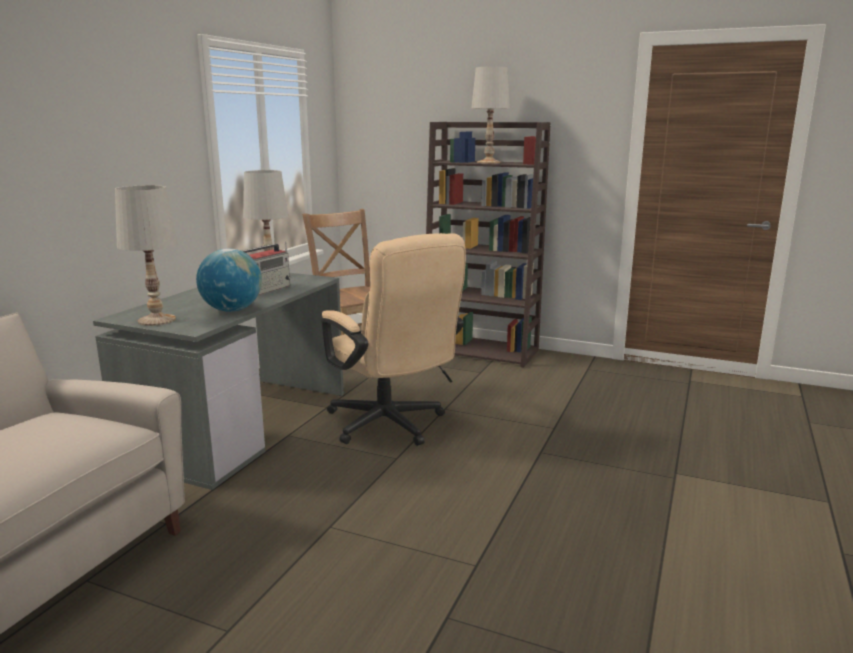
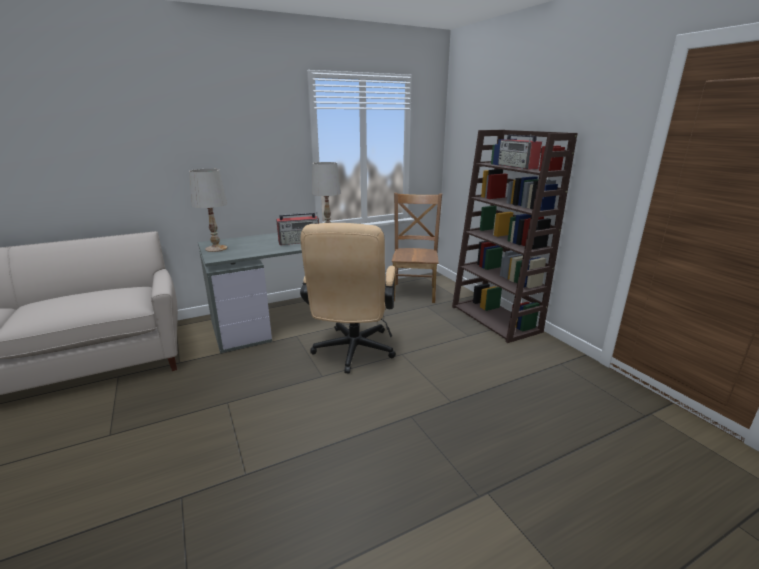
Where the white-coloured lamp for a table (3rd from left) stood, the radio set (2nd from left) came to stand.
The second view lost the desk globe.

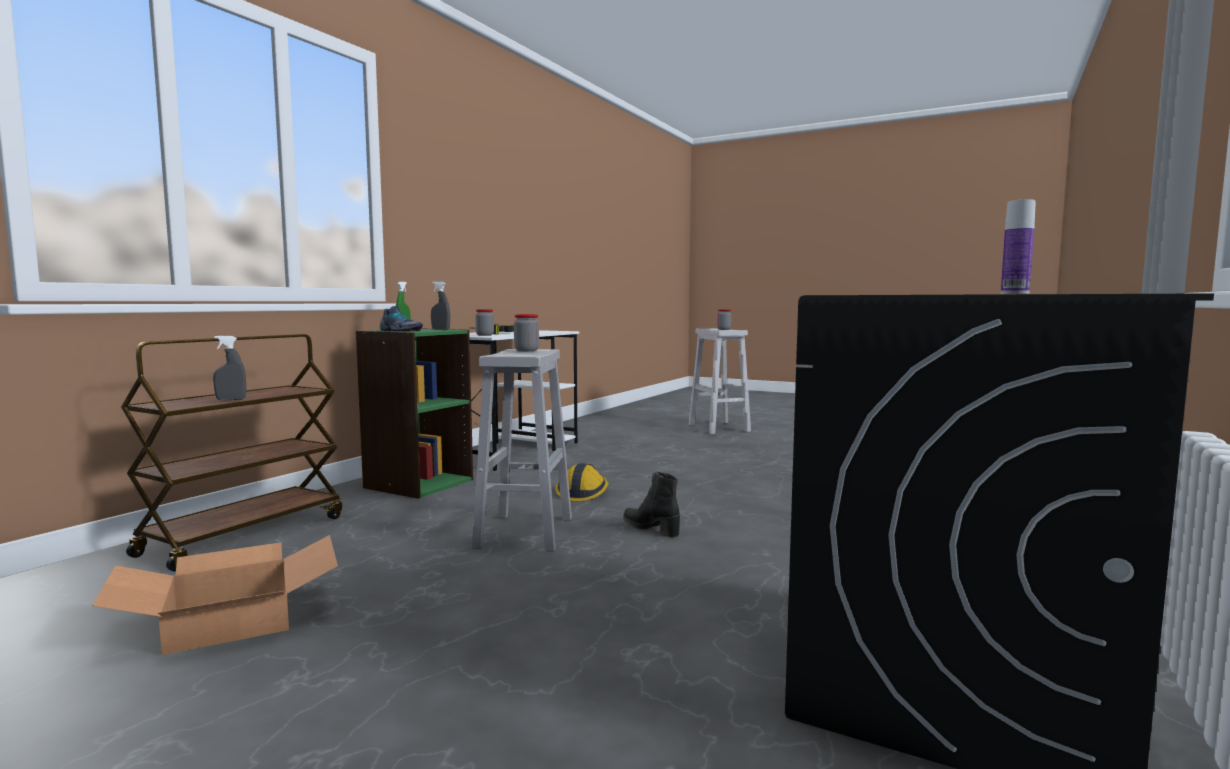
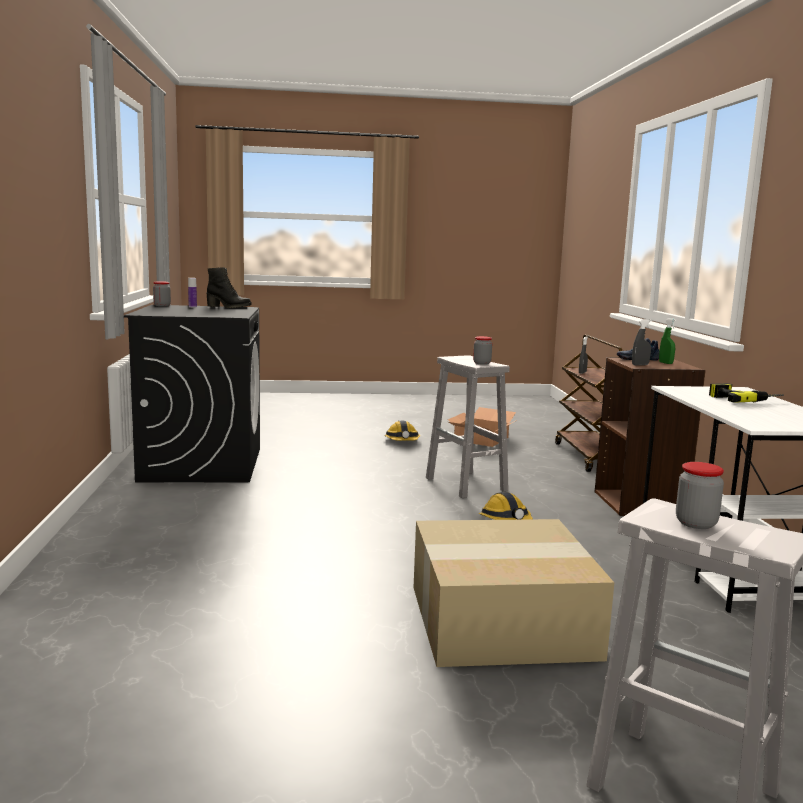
The preserve jar (1st from left) ended up elsewhere.
The black-coloured high-top boot ended up elsewhere.
The second view gained the safety helmet (1st from left).
The second view gained the packing box (2nd from left).
What was the greenish bookcase turned into the brownish bookcase.

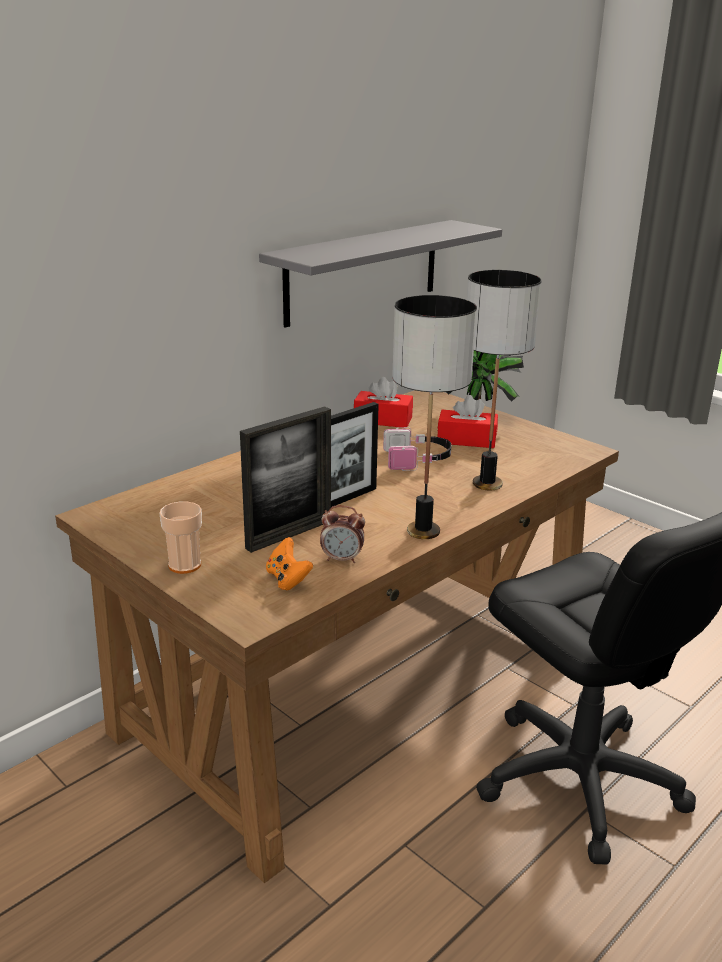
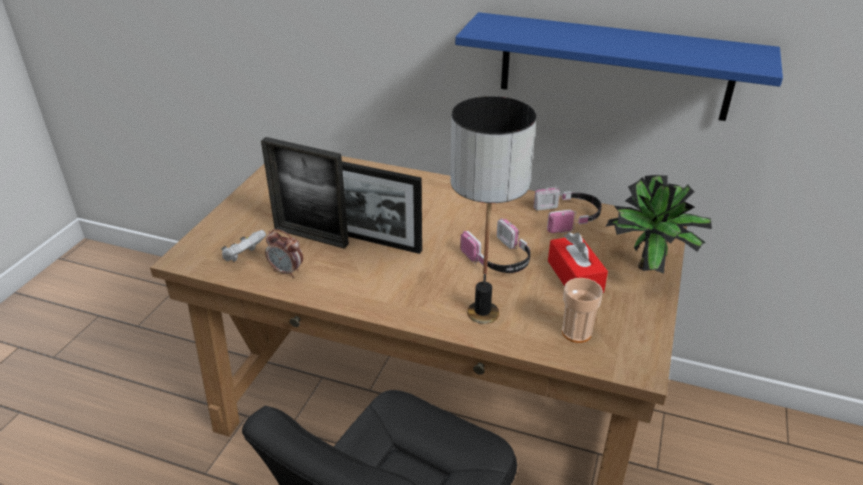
What was the orangey gamepad turned into the white-coloured gamepad.
The table clock ended up facing another way, 45 degrees counterclockwise from before.
What was the gray bracket shelf turned into the bluish bracket shelf.
Where the red-coloured tissue box (1st from left) stood, the pair of headphones (2nd from left) came to stand.
The drinking cup ended up elsewhere.
The second view lost the lamp for a table (1st from left).

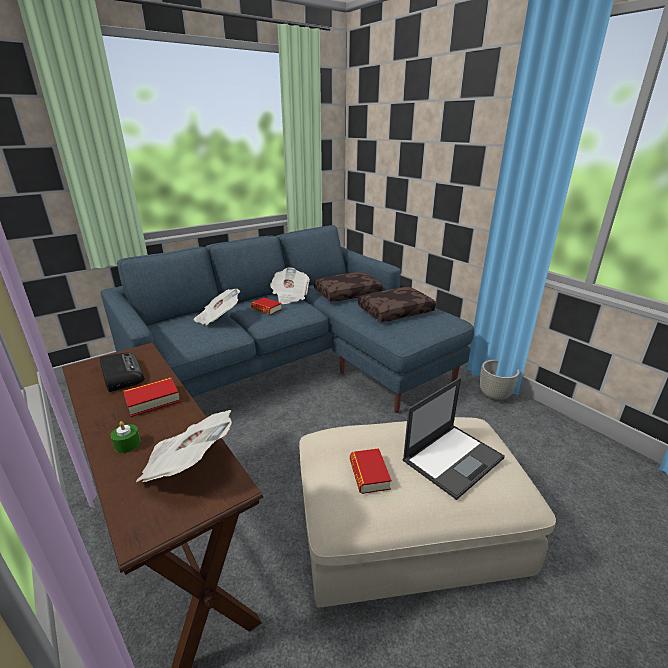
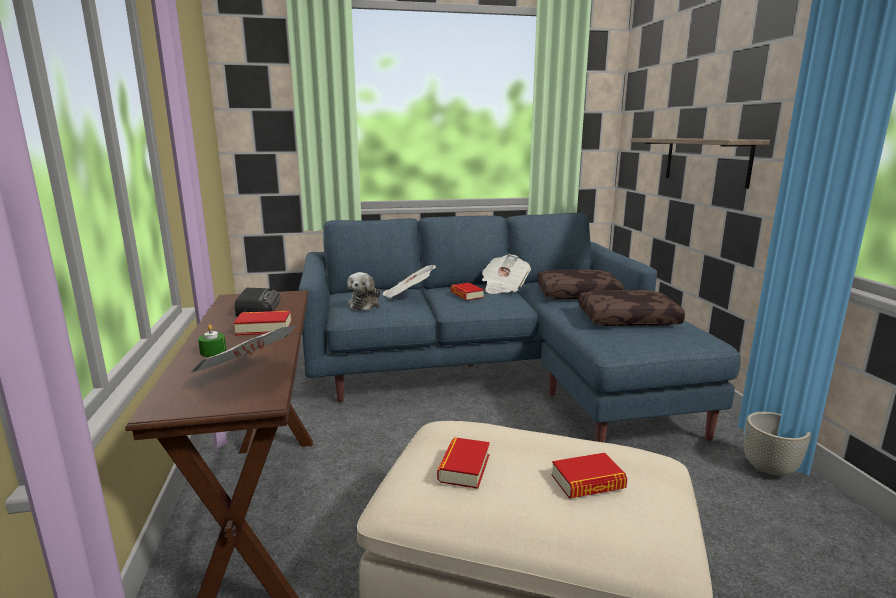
The second view gained the soft toy.
Where the portable computer stood, the book (4th from left) came to stand.
The second view gained the bracket shelf.

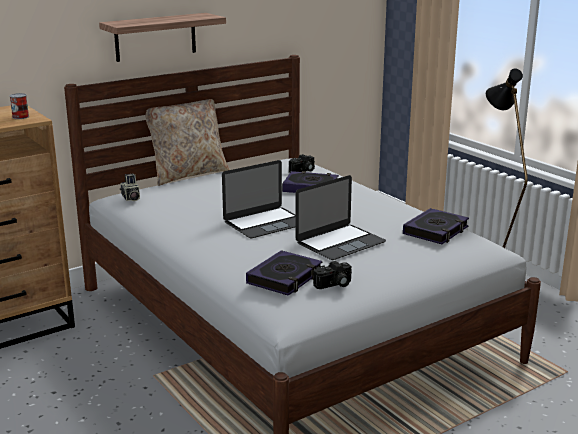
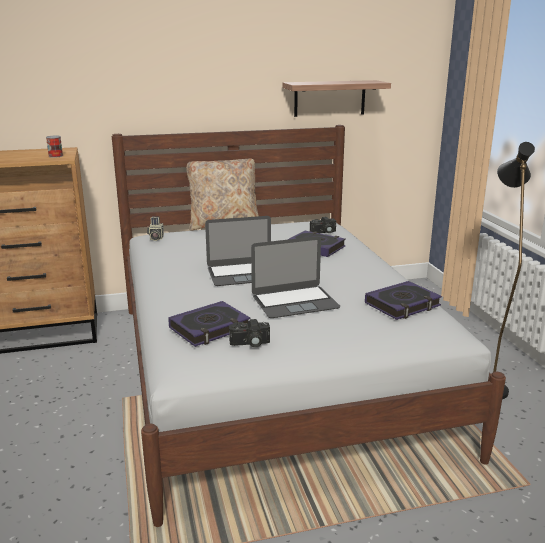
The bracket shelf ended up elsewhere.

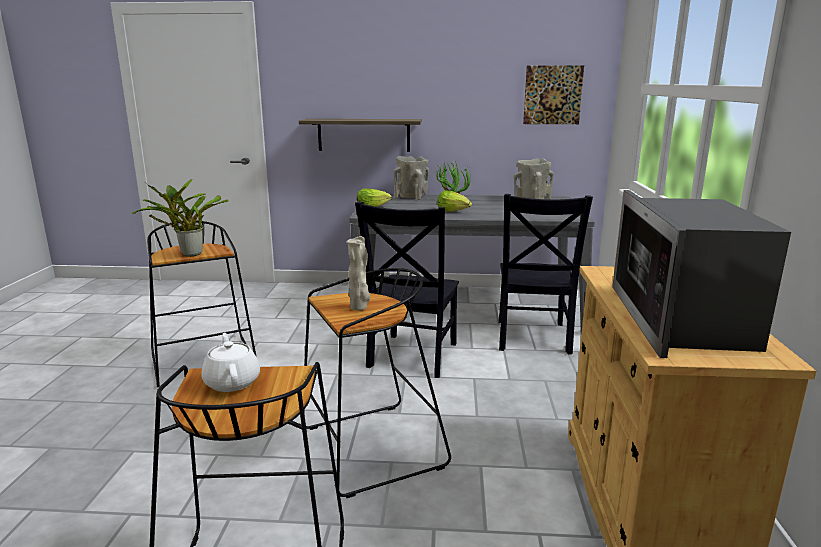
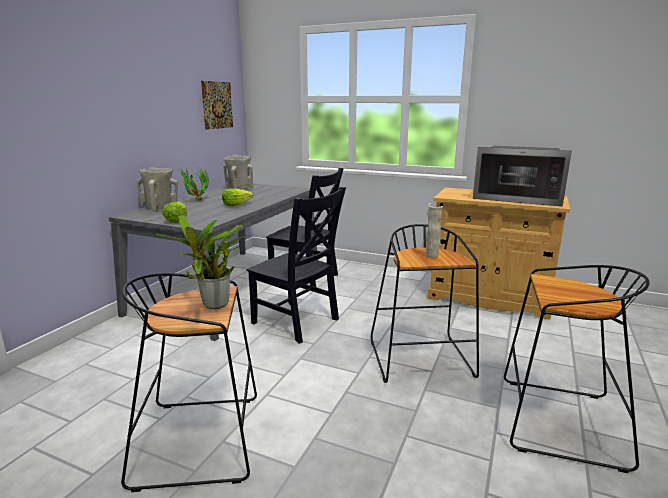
The second view lost the white-coloured teapot.
The second view lost the bracket shelf.

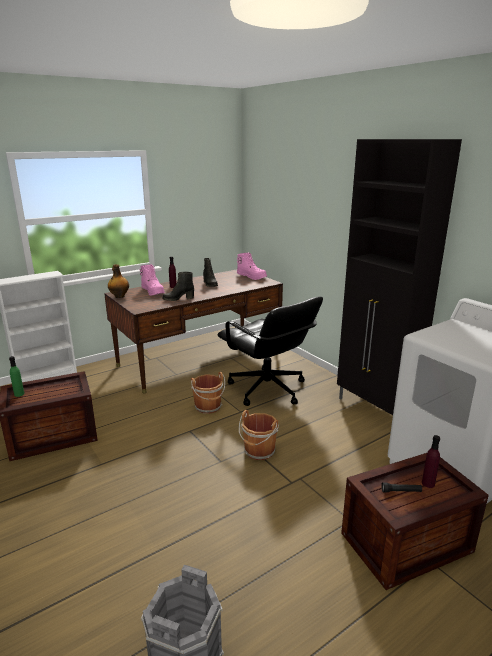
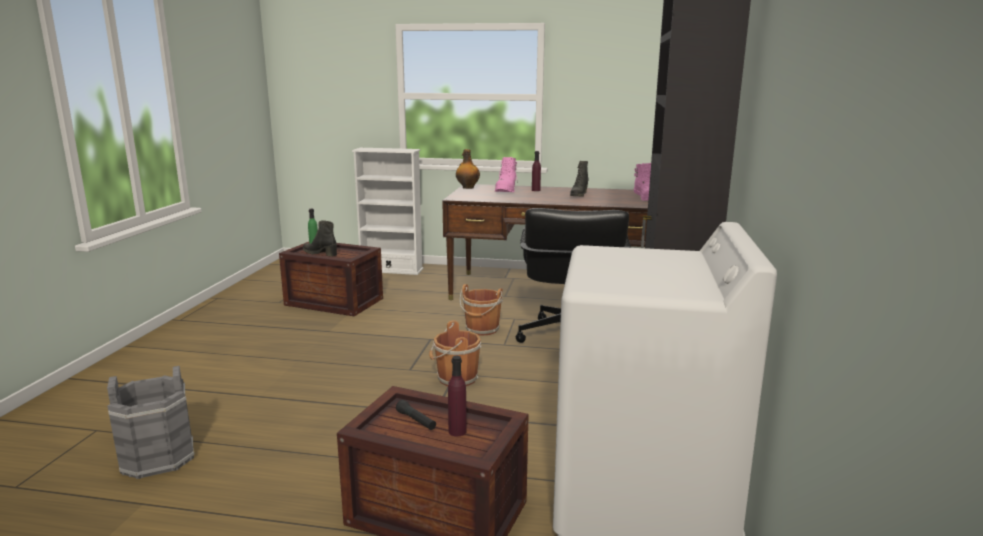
The black-coloured high-top boot (1st from left) ended up elsewhere.

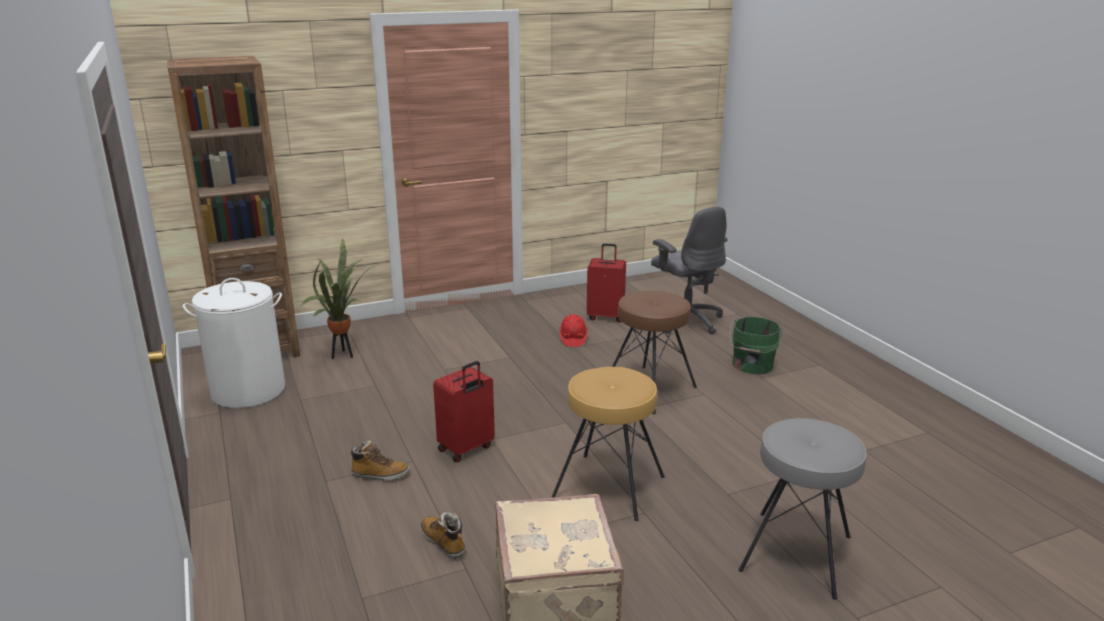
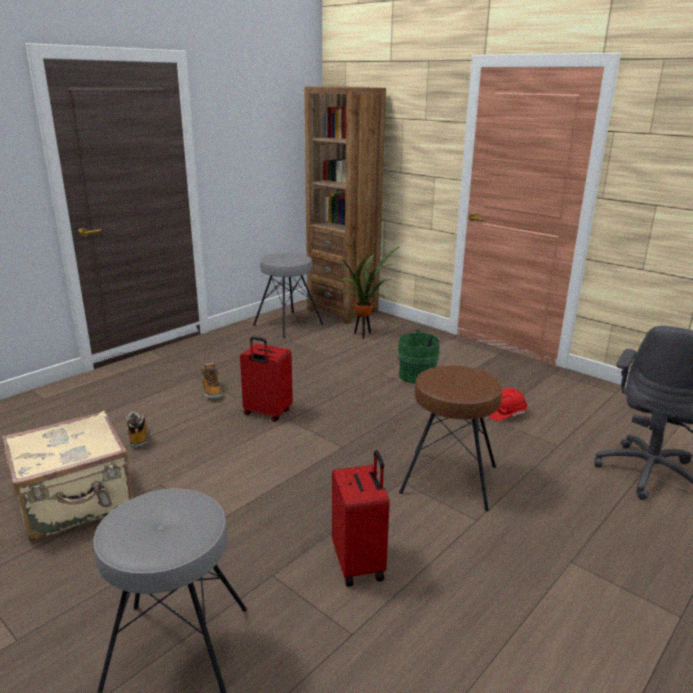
The high-top boot (2nd from left in the first image) ended up facing another way, 45 degrees counterclockwise from before.
Where the white-coloured washing basket stood, the gray stool (2nd from left) came to stand.
The red-coloured travel case (2nd from left) ended up elsewhere.
The greenish water bucket ended up elsewhere.
The second view lost the brownish stool (1st from left).

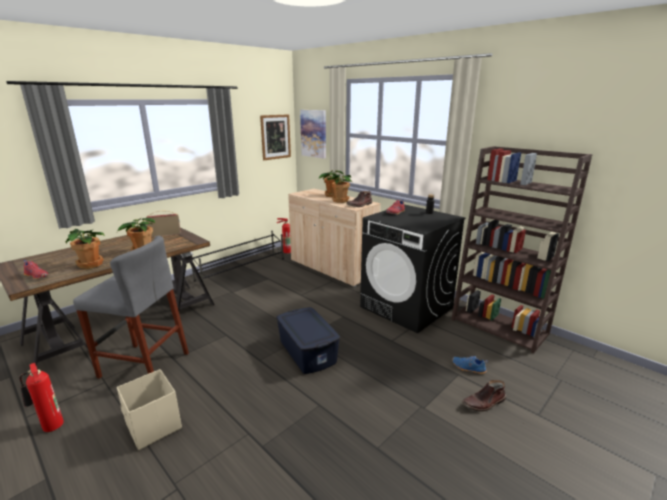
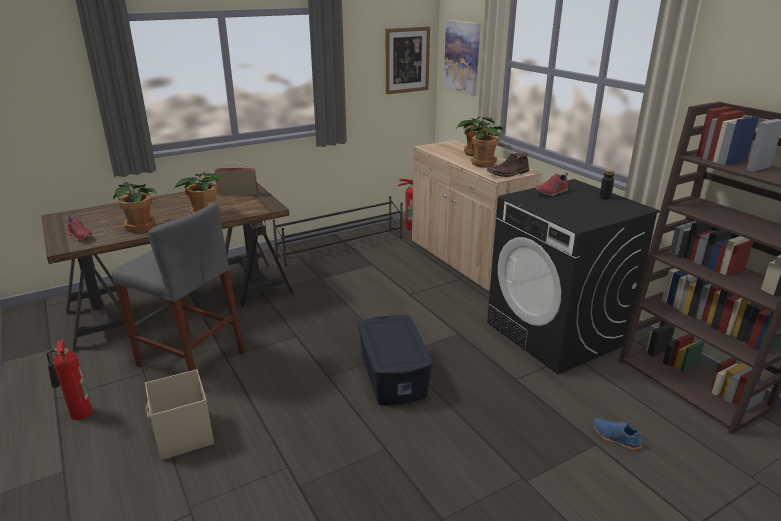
The second view lost the brownish high-top boot (2nd from left).

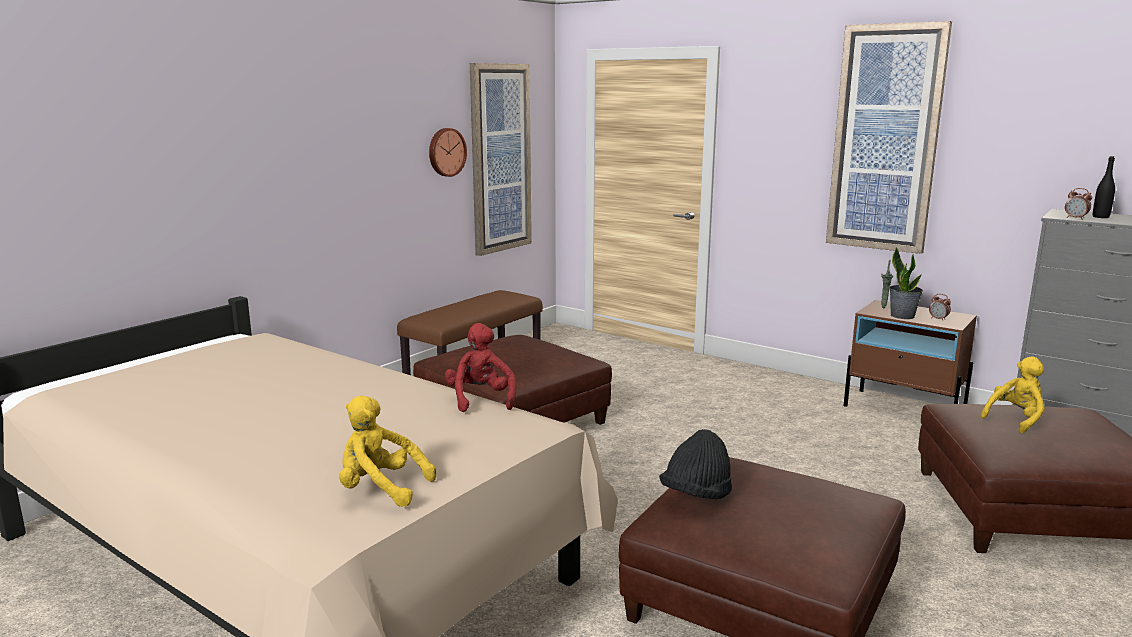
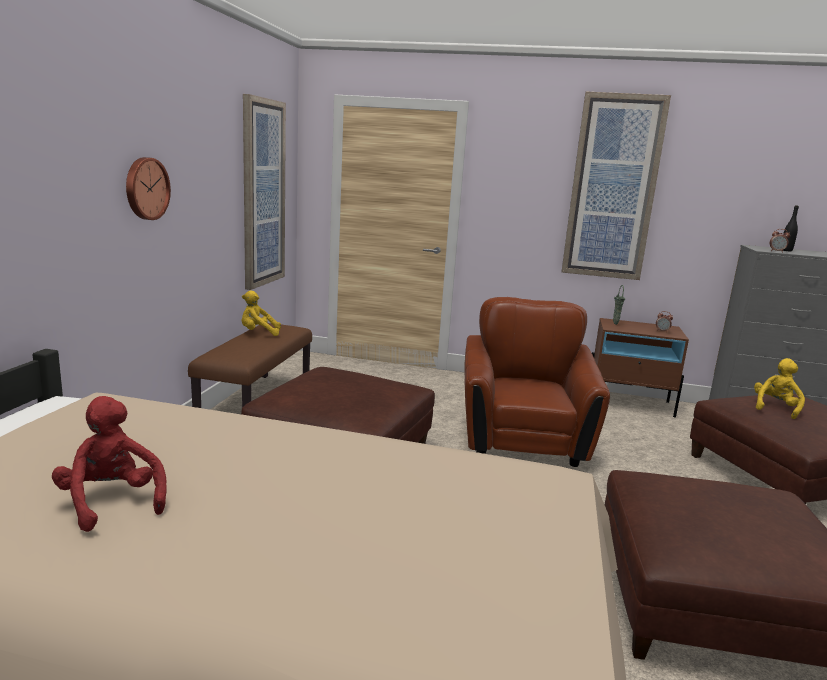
The red-coloured soft toy ended up elsewhere.
The wall clock ended up elsewhere.
The yellow soft toy (1st from left) ended up elsewhere.
The second view gained the brownish easy chair.
The second view lost the black-coloured hat.
The second view lost the houseplant.

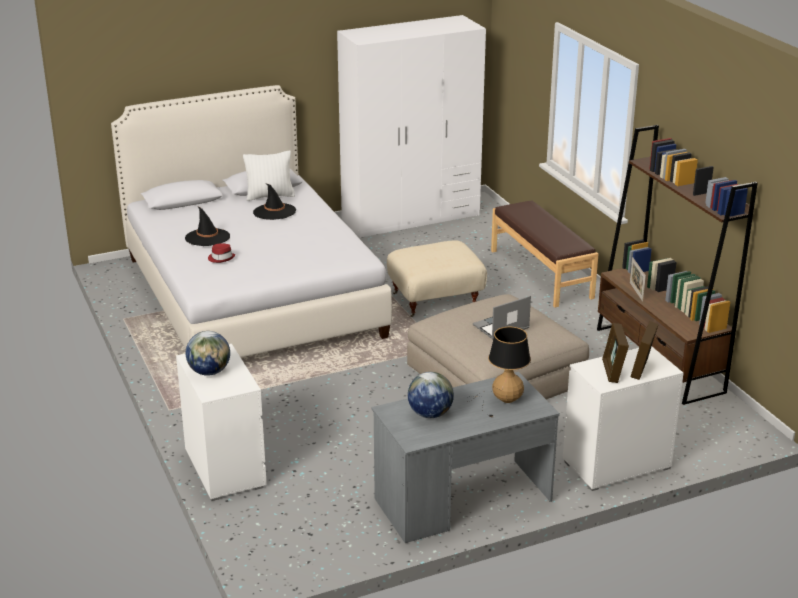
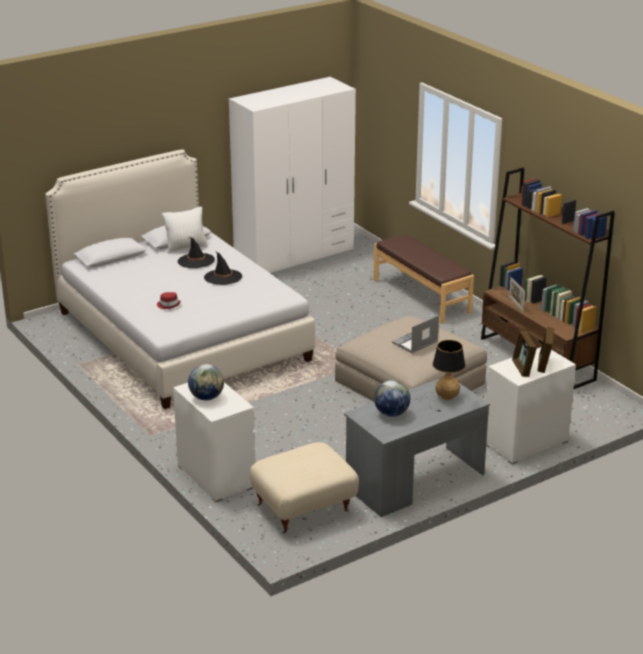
The black-coloured hat (1st from left in the first image) ended up elsewhere.
The beige-coloured pouffe (1st from left) ended up elsewhere.

